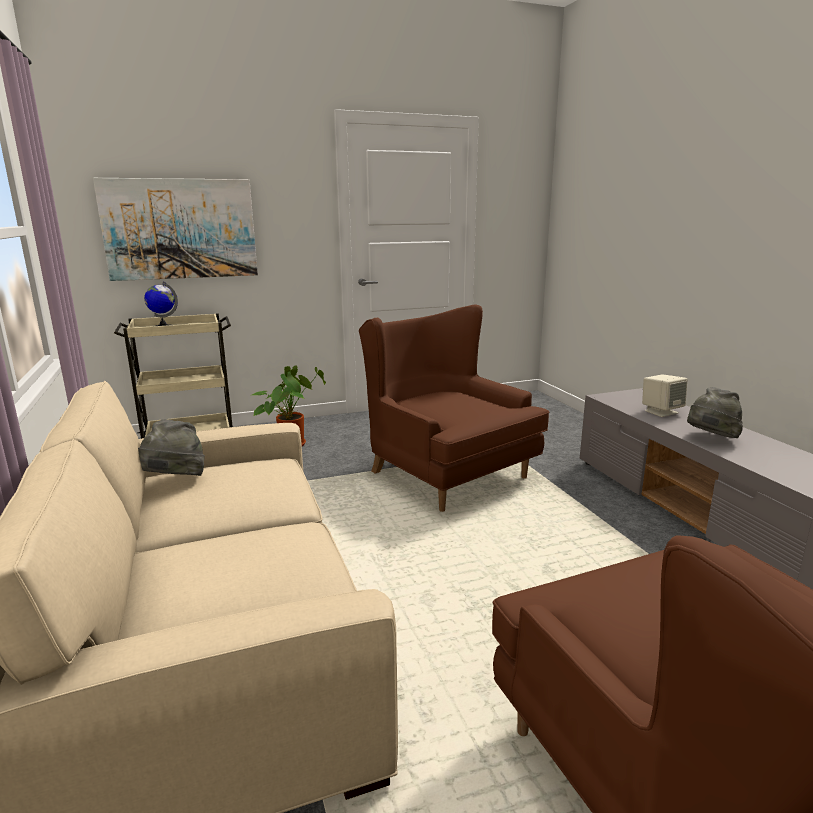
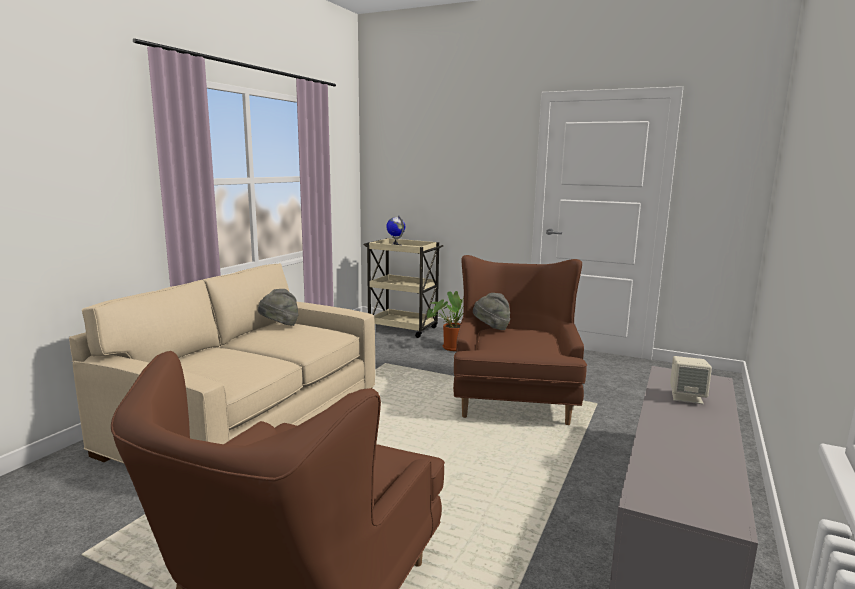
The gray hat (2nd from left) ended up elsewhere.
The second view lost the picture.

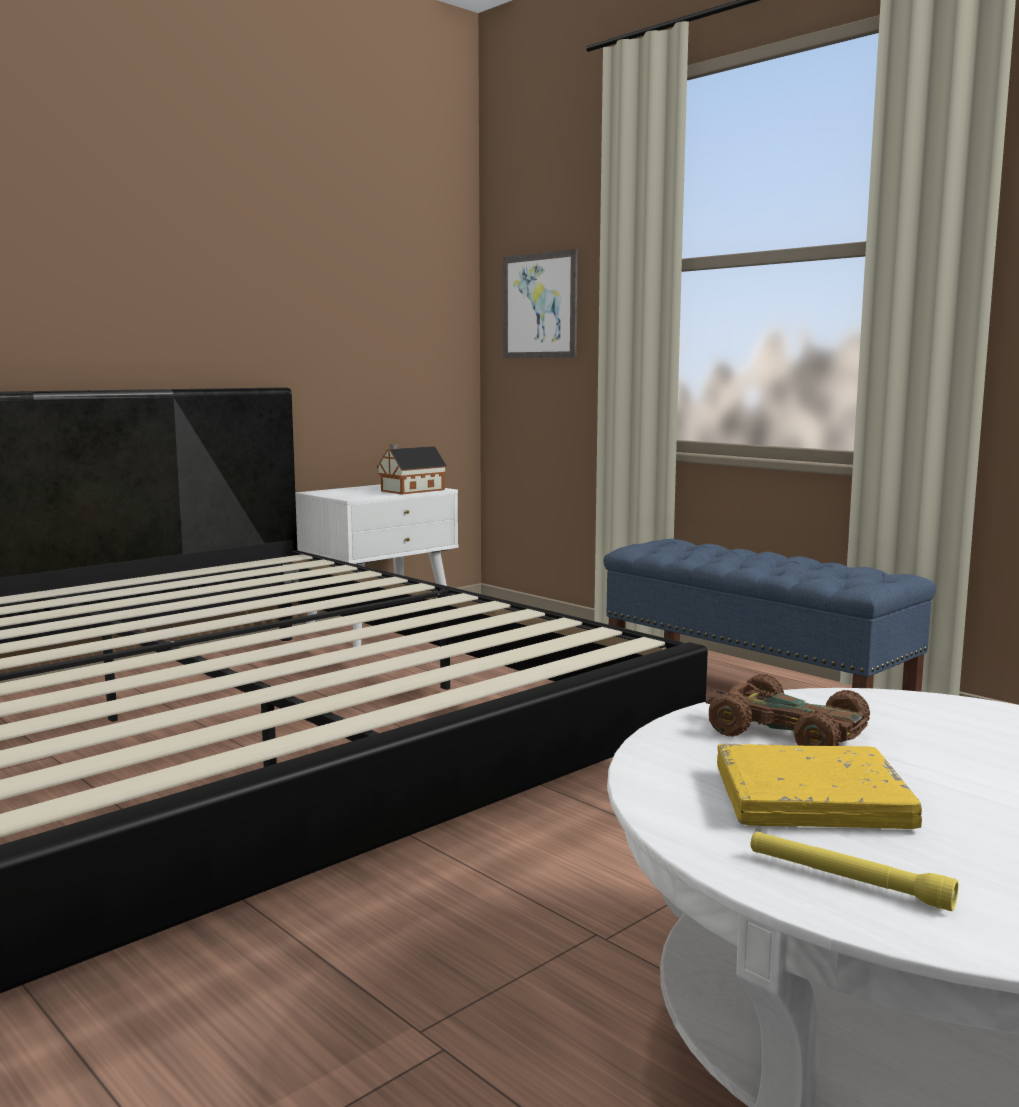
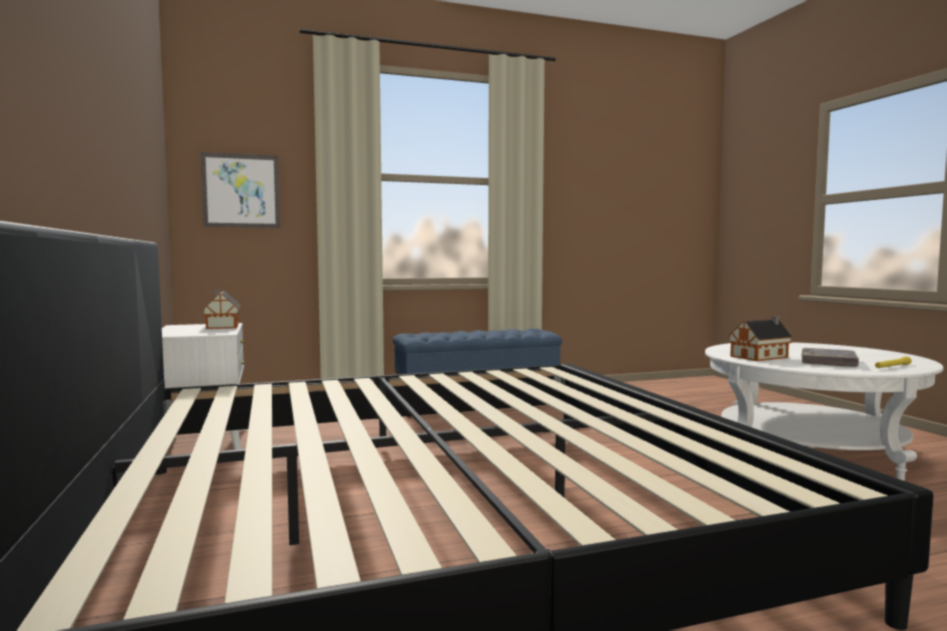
Where the brownish toy car stood, the toy house (2nd from left) came to stand.
What was the yellow book turned into the gray book.

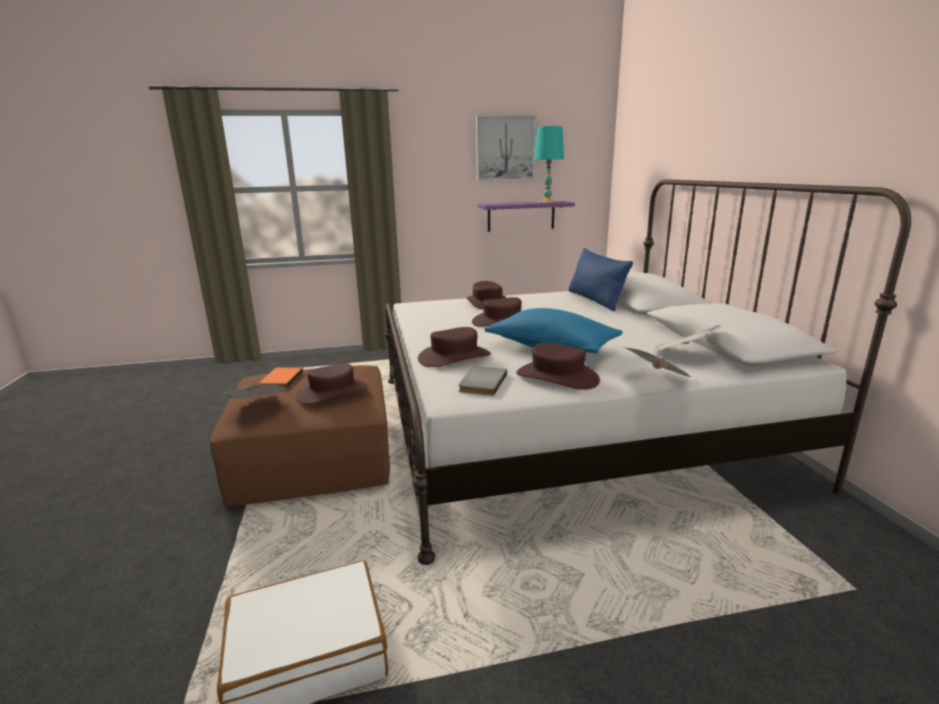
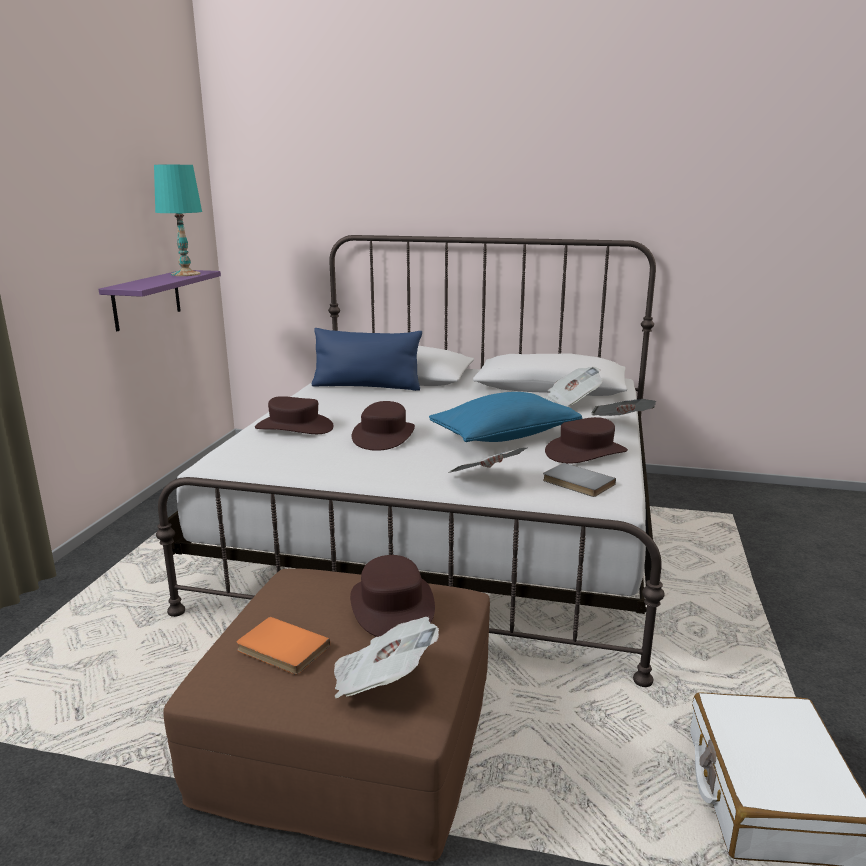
Where the brownish hat (2nd from left) stood, the daily paper (2nd from left) came to stand.
The second view lost the picture.

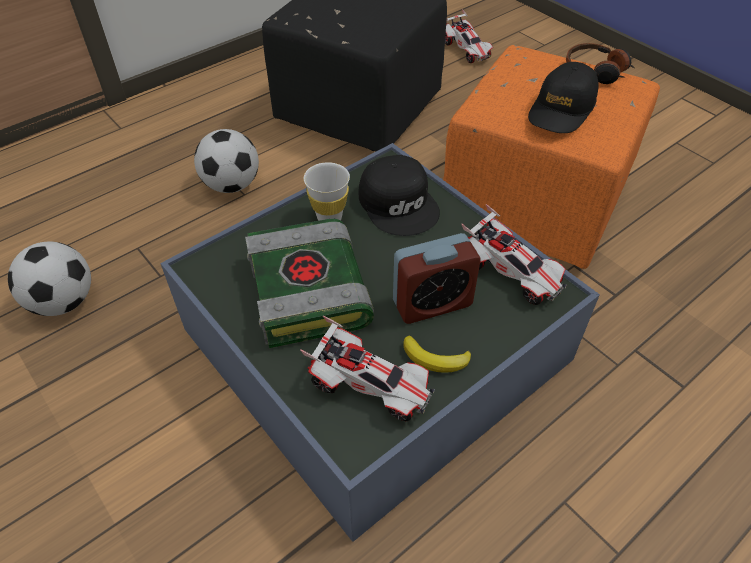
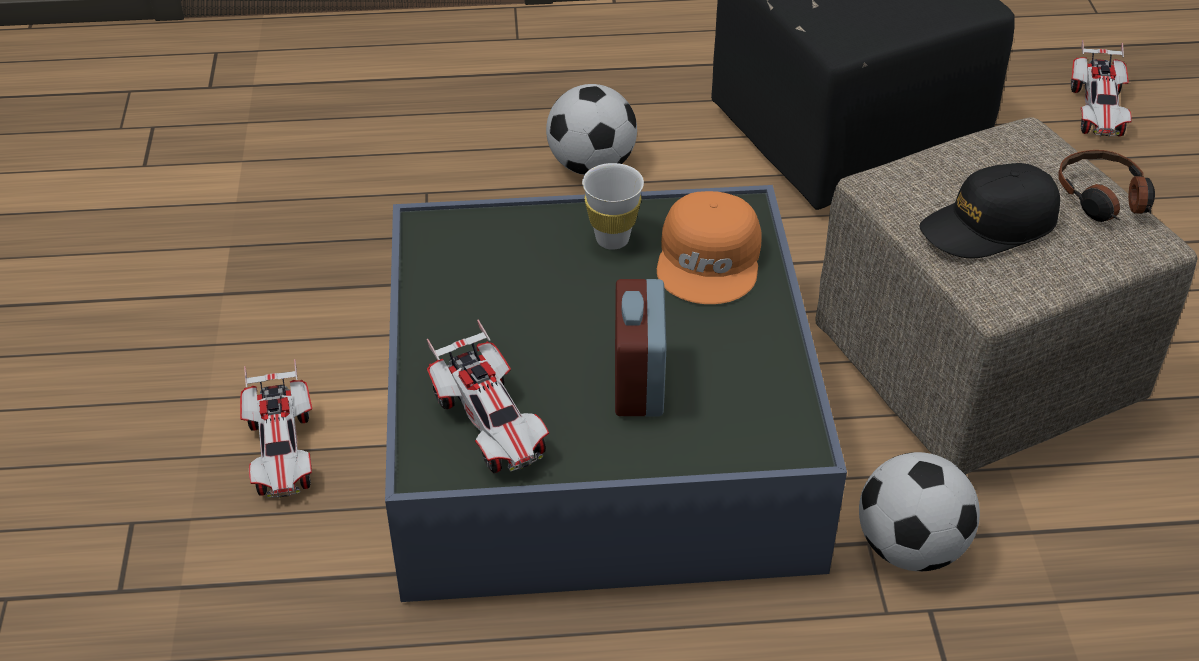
The toy car (3rd from left in the first image) ended up elsewhere.
The table clock ended up facing another way, 75 degrees clockwise from before.
What was the black-coloured baseball cap (1st from left) turned into the orangey baseball cap.
What was the orangey pouffe turned into the beige-coloured pouffe.
The ball for football (1st from left in the first image) ended up elsewhere.
The second view lost the book.
The second view lost the whole banana.

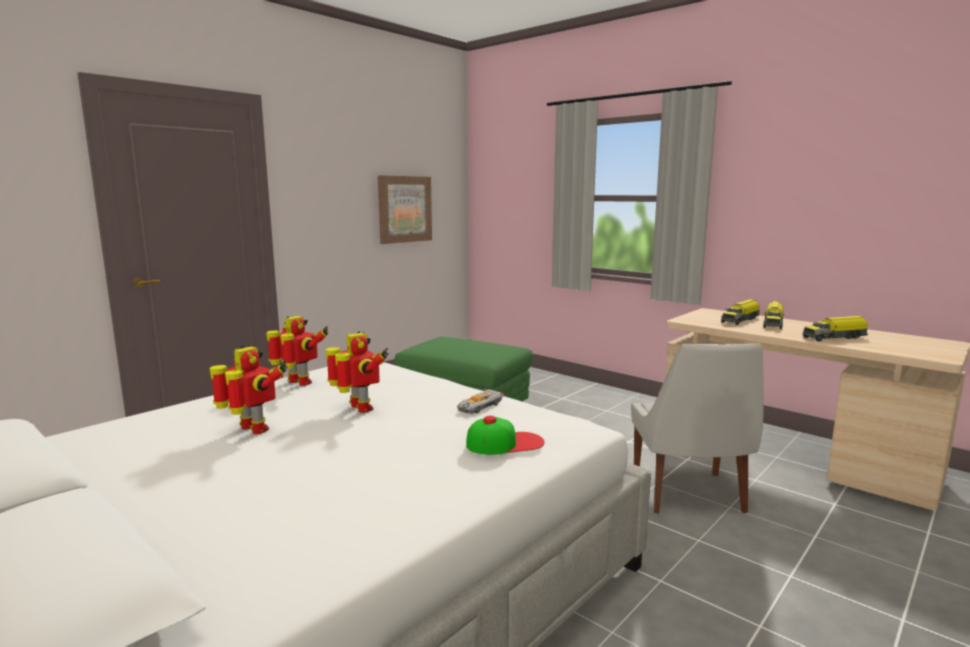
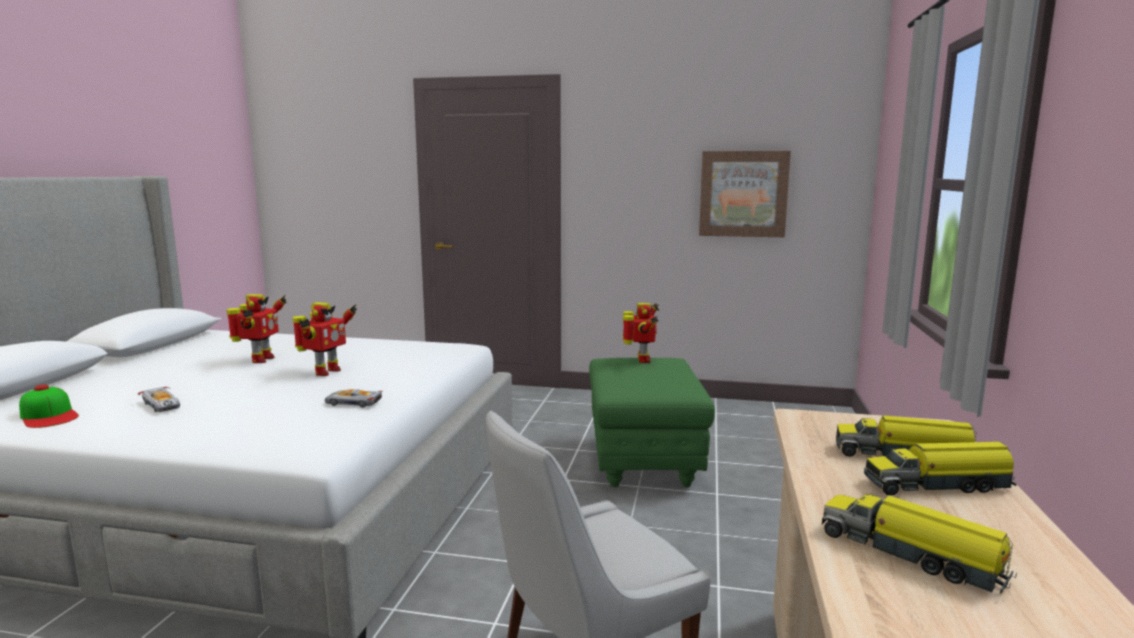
The baseball cap ended up elsewhere.
The second view gained the toy car (1st from left).
The robot figure (2nd from left in the first image) ended up elsewhere.

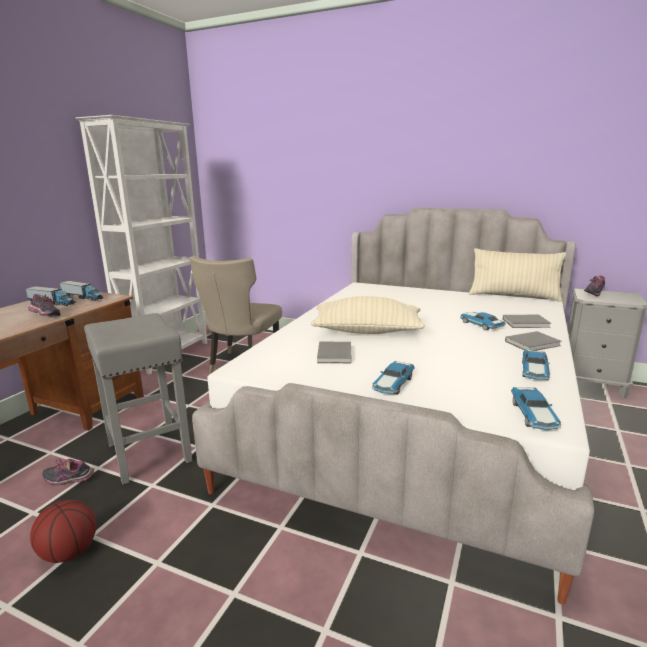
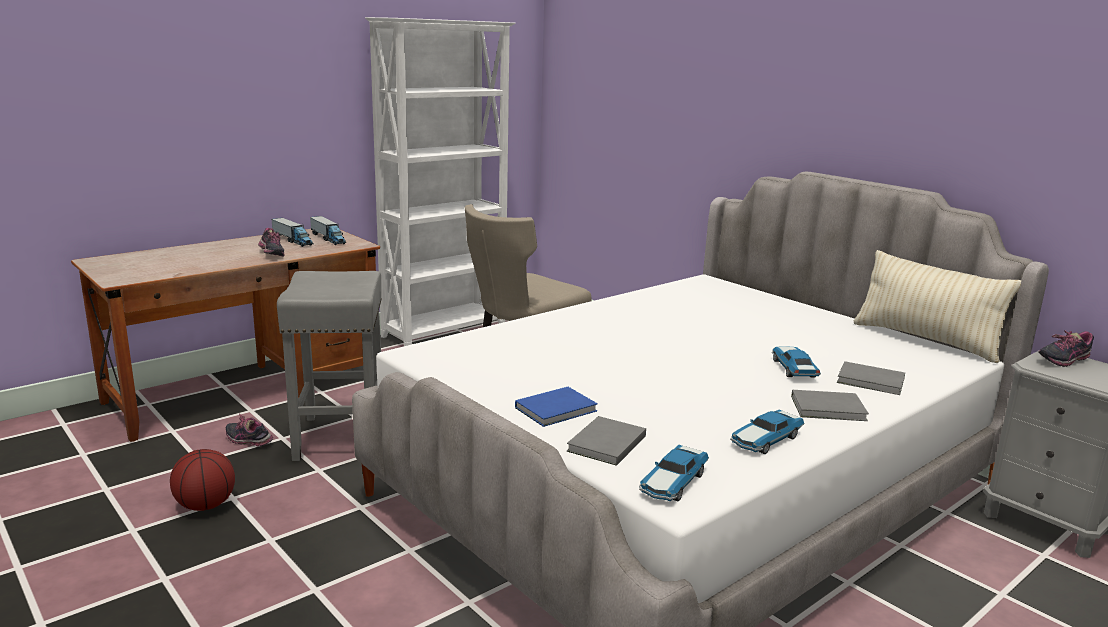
Where the toy car (1st from left) stood, the bluish book came to stand.
The gray book (1st from left) ended up elsewhere.
The second view lost the beige-coloured cushion (1st from left).

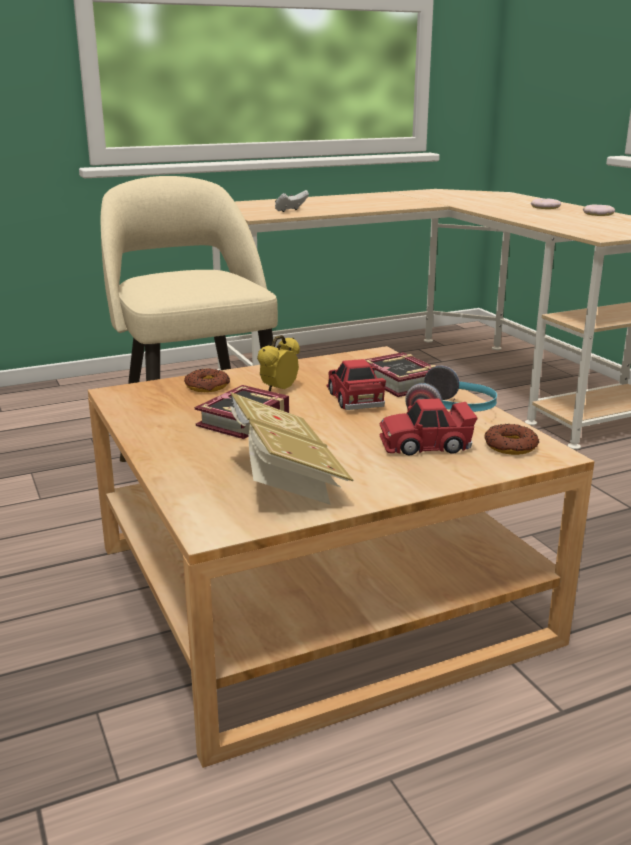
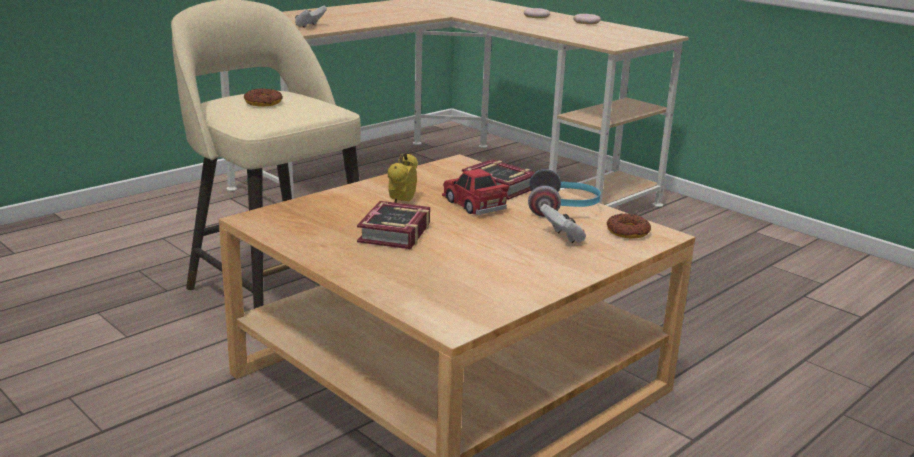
The doughnut (1st from left) ended up elsewhere.
Where the red-coloured toy car (2nd from left) stood, the white-coloured gamepad (2nd from left) came to stand.
The second view lost the book (2nd from left).

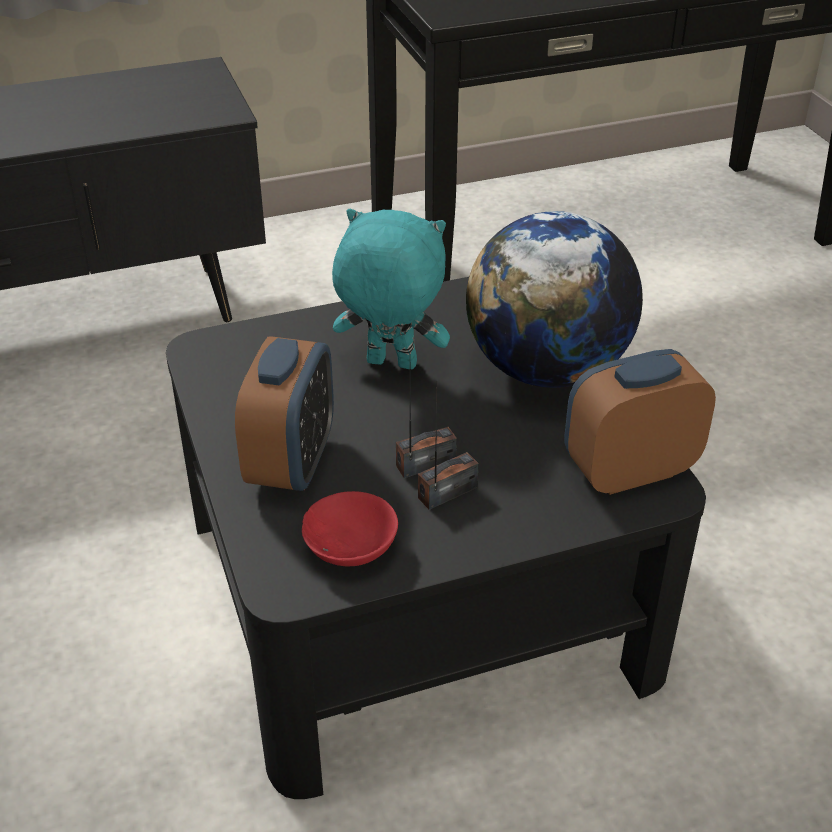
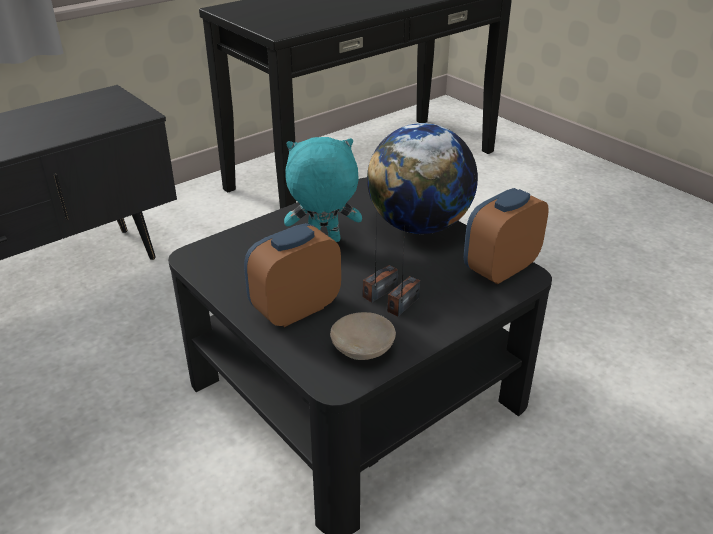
The table clock (1st from left) ended up facing another way, 120 degrees counterclockwise from before.
What was the red-coloured deep dish turned into the beige-coloured deep dish.

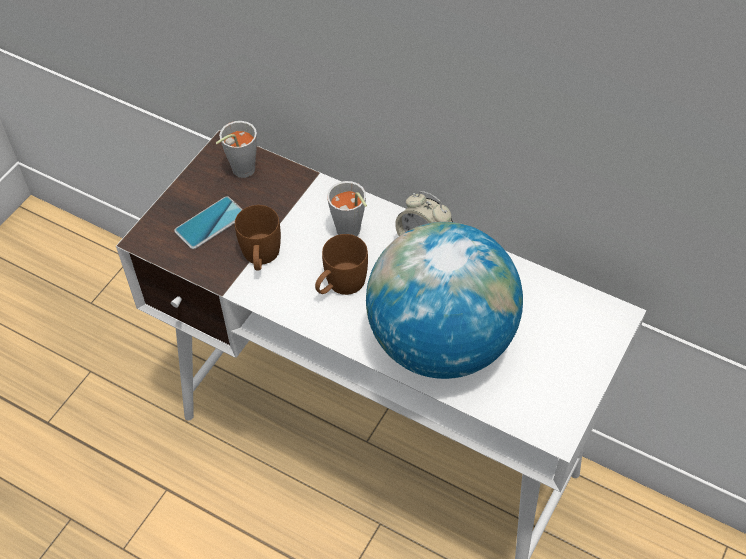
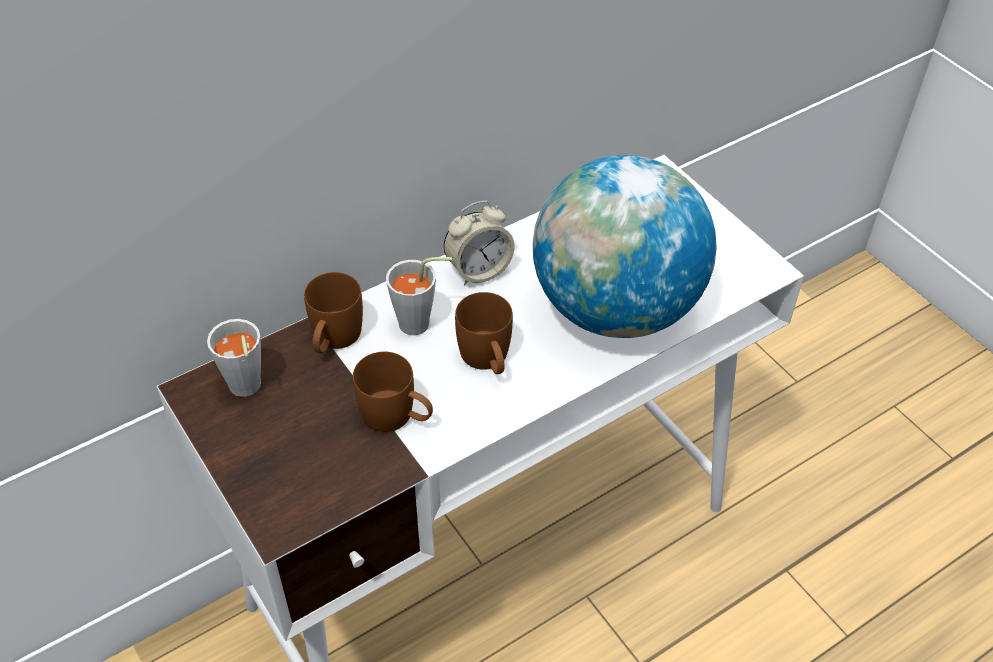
The second view gained the brownish tea mug (1st from left).
The second view lost the handset.

